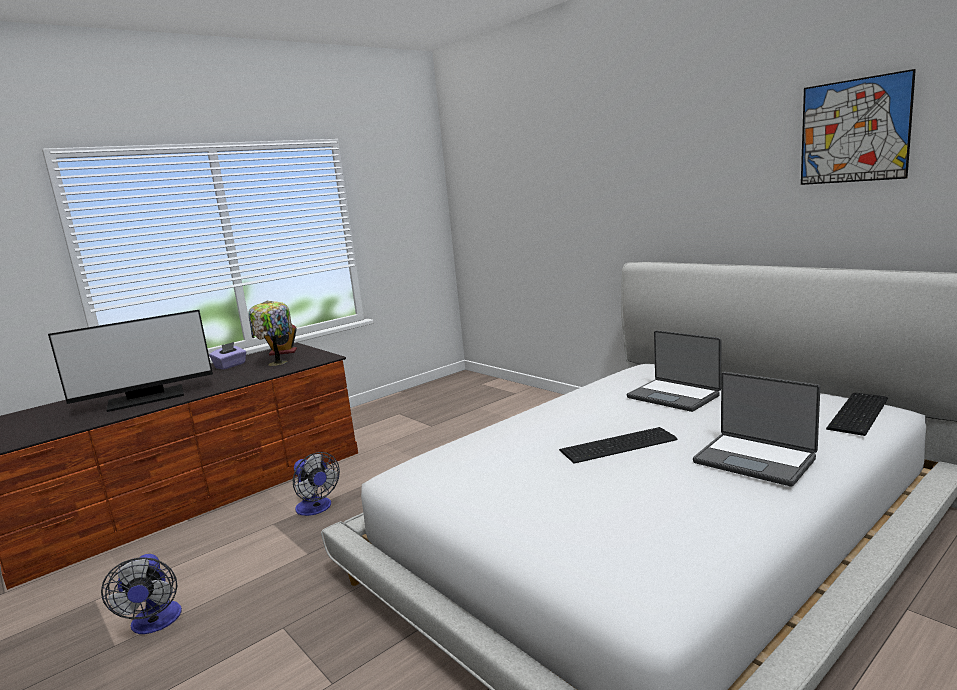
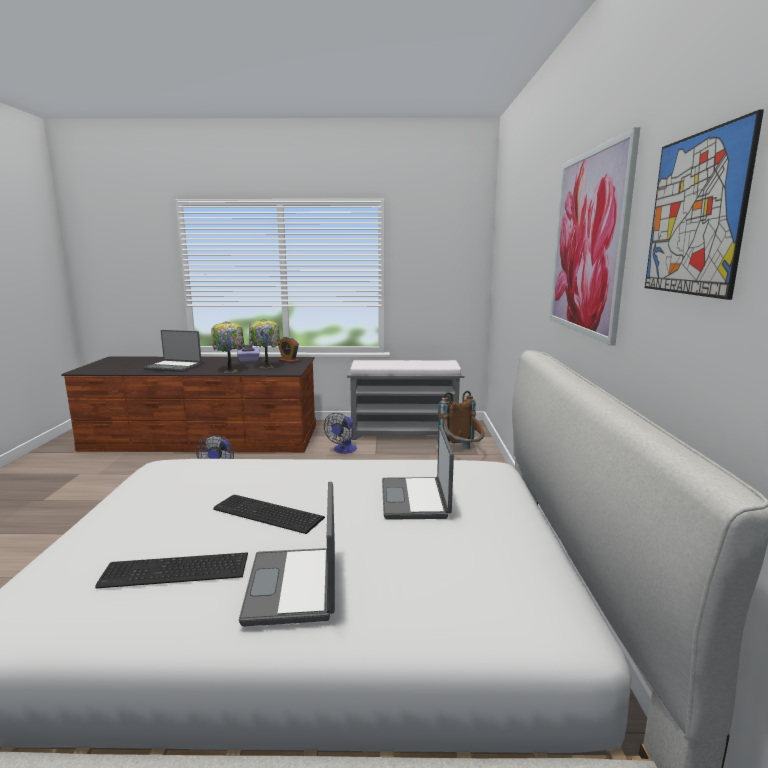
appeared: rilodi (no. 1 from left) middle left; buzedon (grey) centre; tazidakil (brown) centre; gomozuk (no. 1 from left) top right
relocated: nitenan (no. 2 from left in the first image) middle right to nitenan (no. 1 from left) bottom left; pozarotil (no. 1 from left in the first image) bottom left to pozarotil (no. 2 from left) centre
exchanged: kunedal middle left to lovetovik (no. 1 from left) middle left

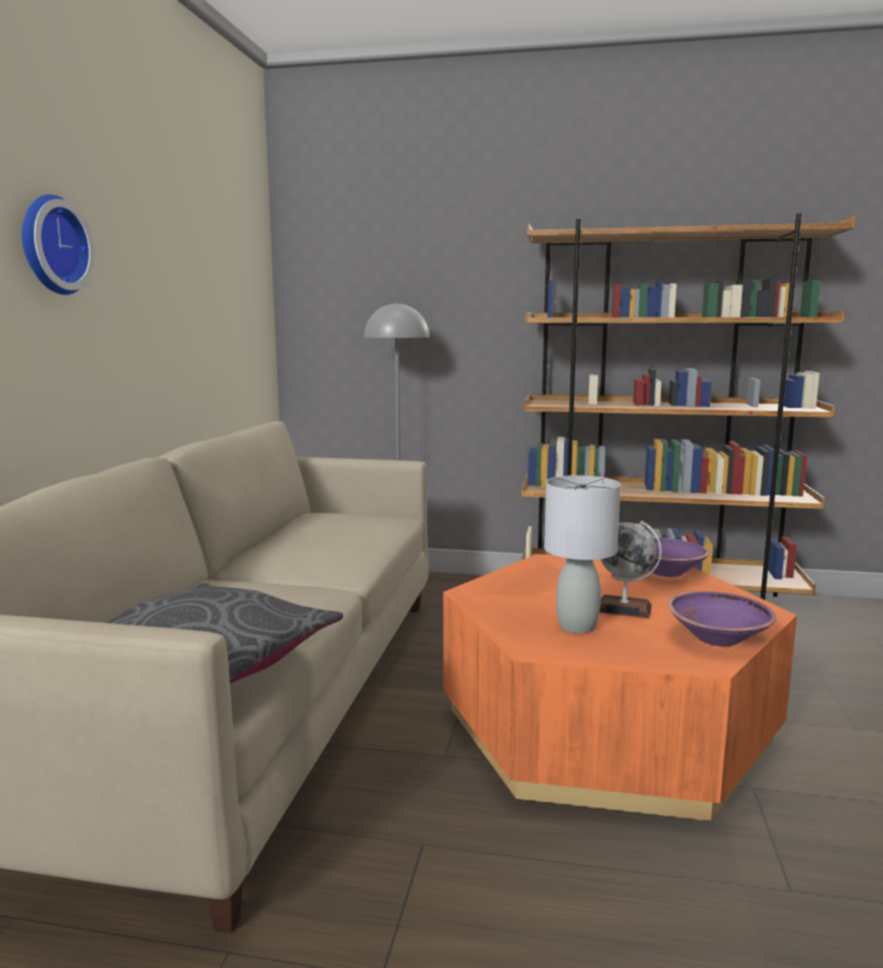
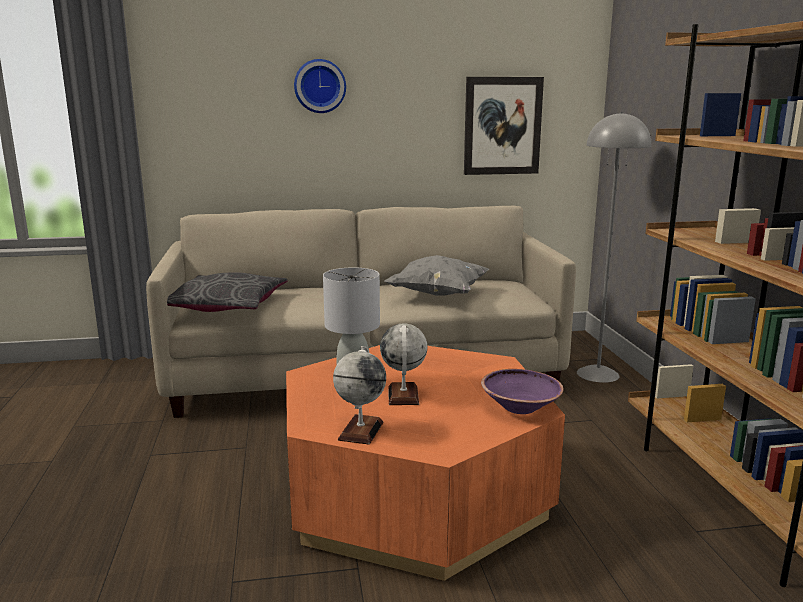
appeared: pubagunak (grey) (no. 2 from left) centre; gomozuk top centre
exchanged: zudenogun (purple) (no. 2 from left) middle right to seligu (no. 1 from left) centre

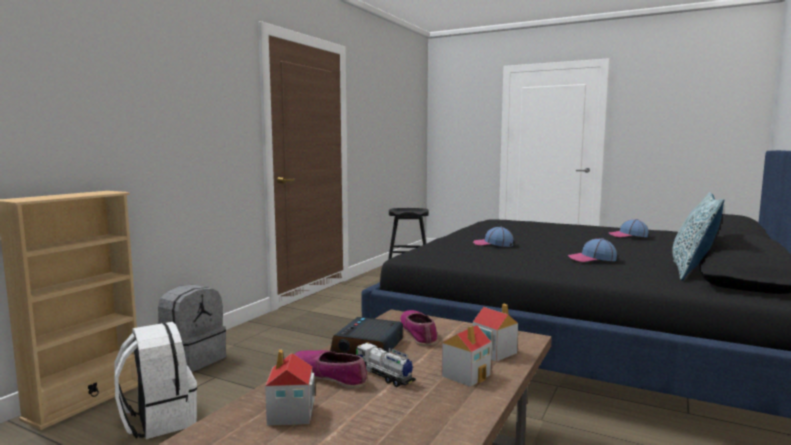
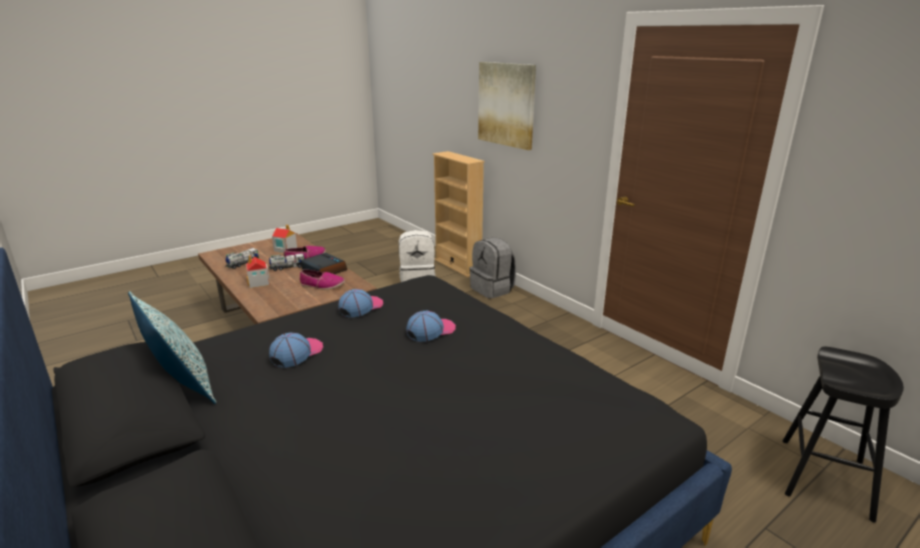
missing: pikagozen (no. 3 from left) bottom centre
appeared: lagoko (no. 1 from left) middle left; gomozuk top centre
relocated: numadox (no. 3 from left in the first image) middle right to numadox (no. 2 from left) centre

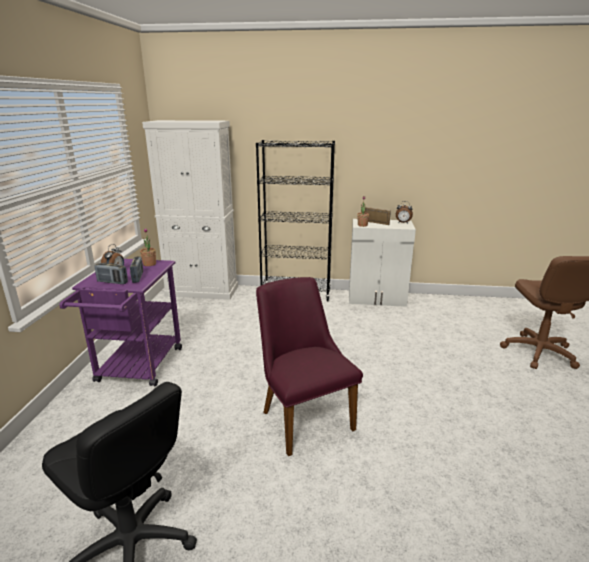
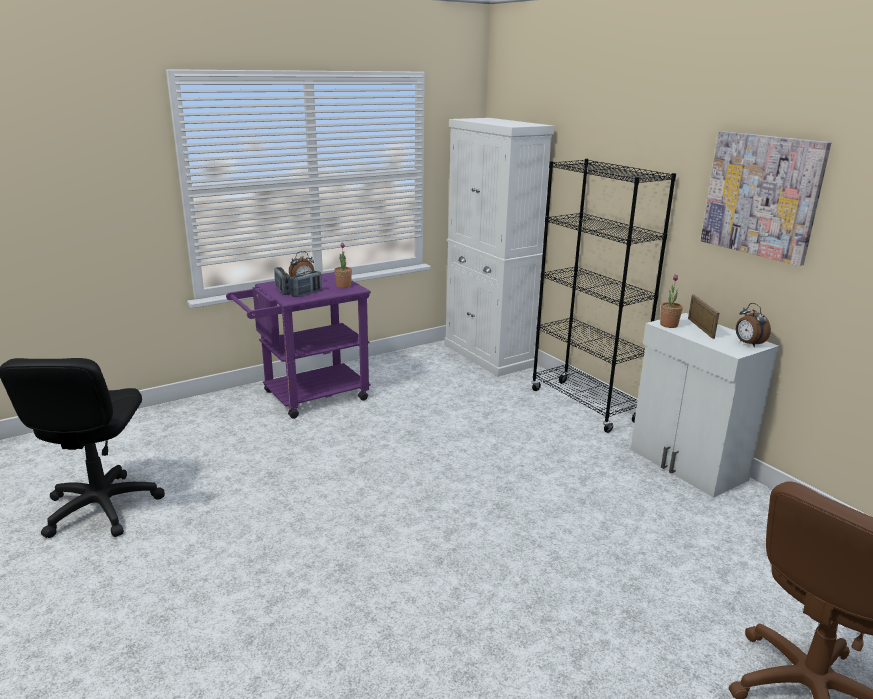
missing: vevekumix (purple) centre
appeared: gomozuk top right

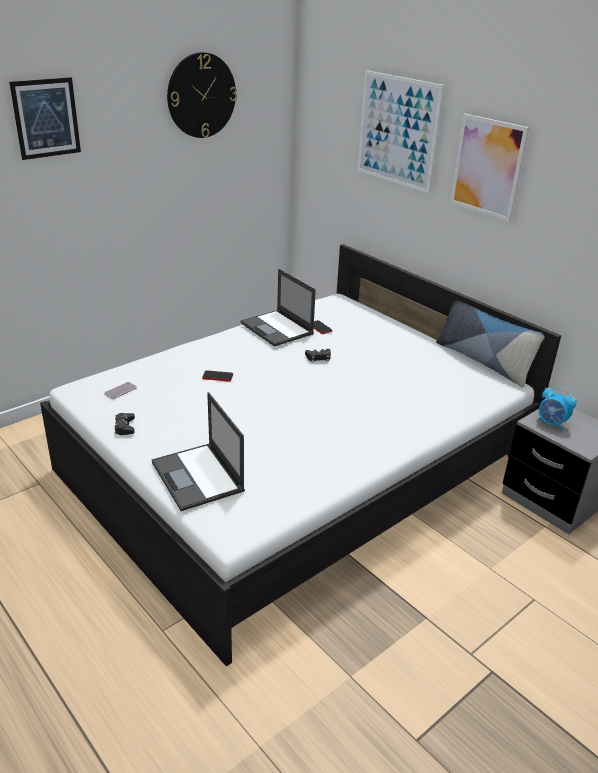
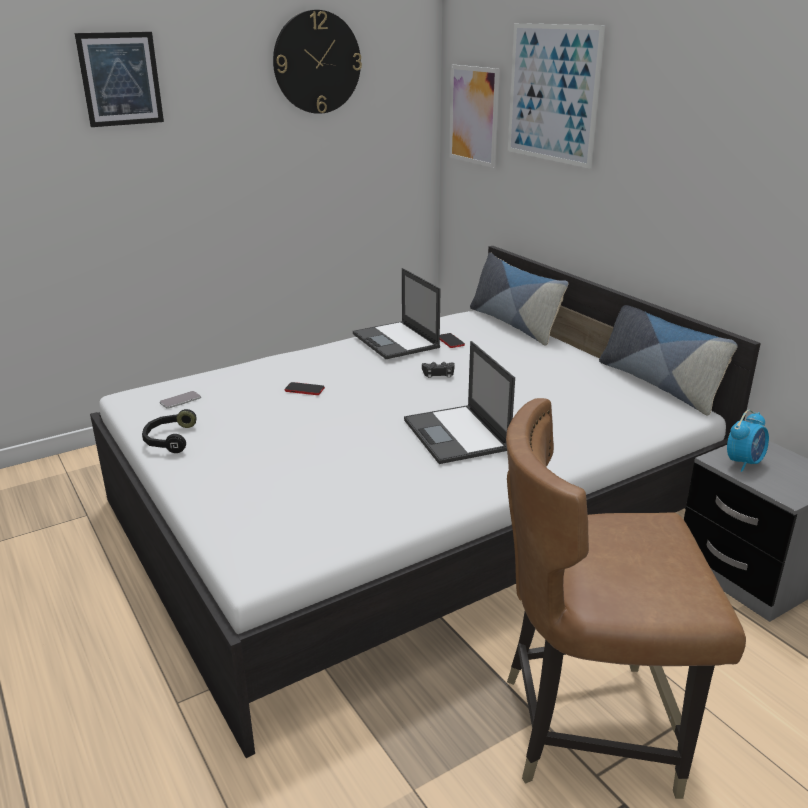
appeared: pubagunak (no. 1 from left) centre; vevekumix (brown) bottom right
relocated: lovetovik (no. 1 from left in the first image) middle left to lovetovik (no. 2 from left) centre; gomozuk (no. 3 from left in the first image) top right to gomozuk (no. 2 from left) top centre
exchanged: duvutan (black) (no. 1 from left) middle left to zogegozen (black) middle left
spun: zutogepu middle right = middle right 90 degrees counterclockwise

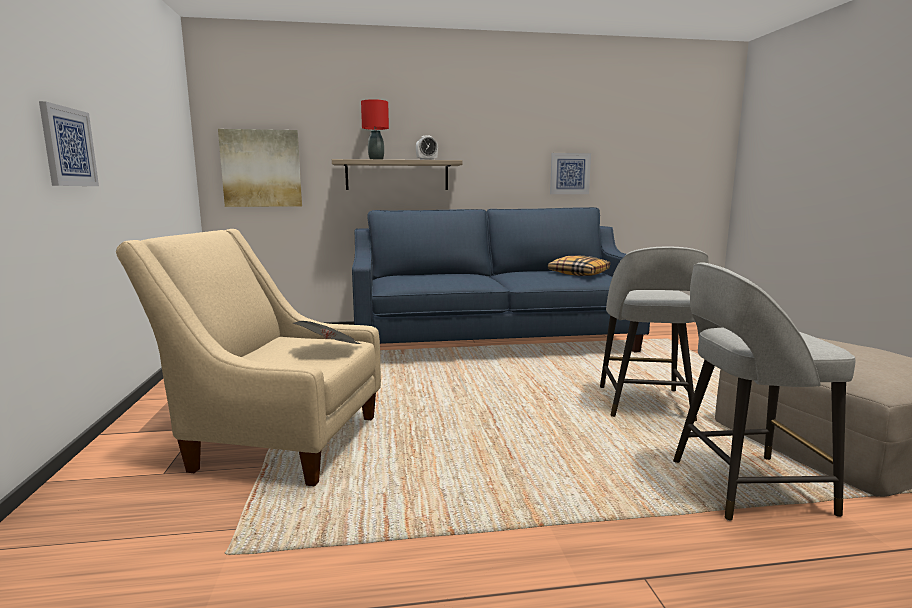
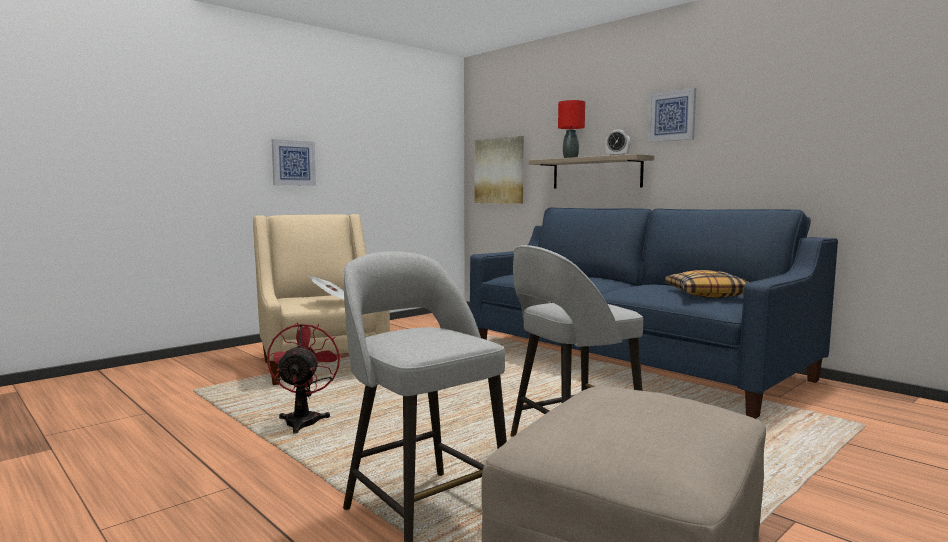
appeared: pozarotil (red) bottom left
relocated: gomozuk (no. 3 from left) top centre to top right

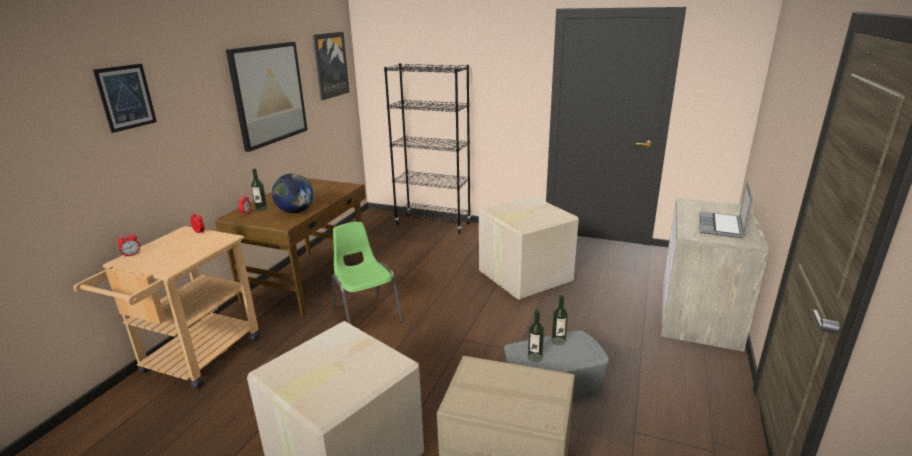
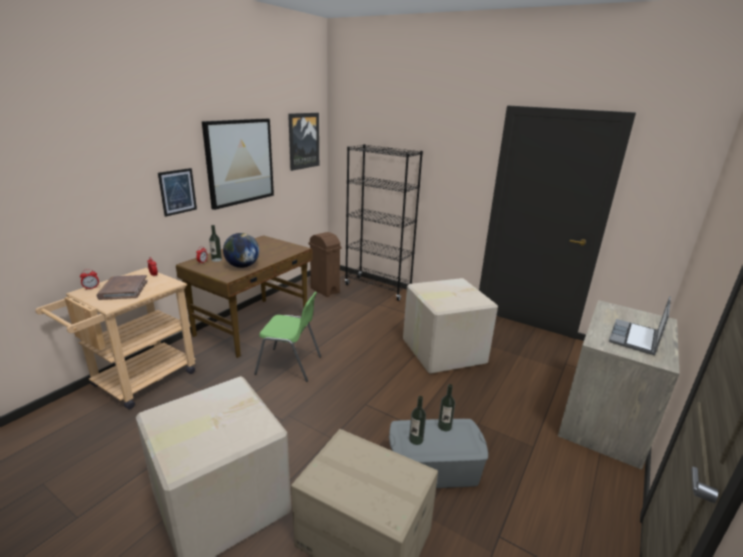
appeared: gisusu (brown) middle left; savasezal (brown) centre
relocated: gomozuk (no. 1 from left) top left to middle left
spun: vevekumix (green) centre = centre 120 degrees clockwise

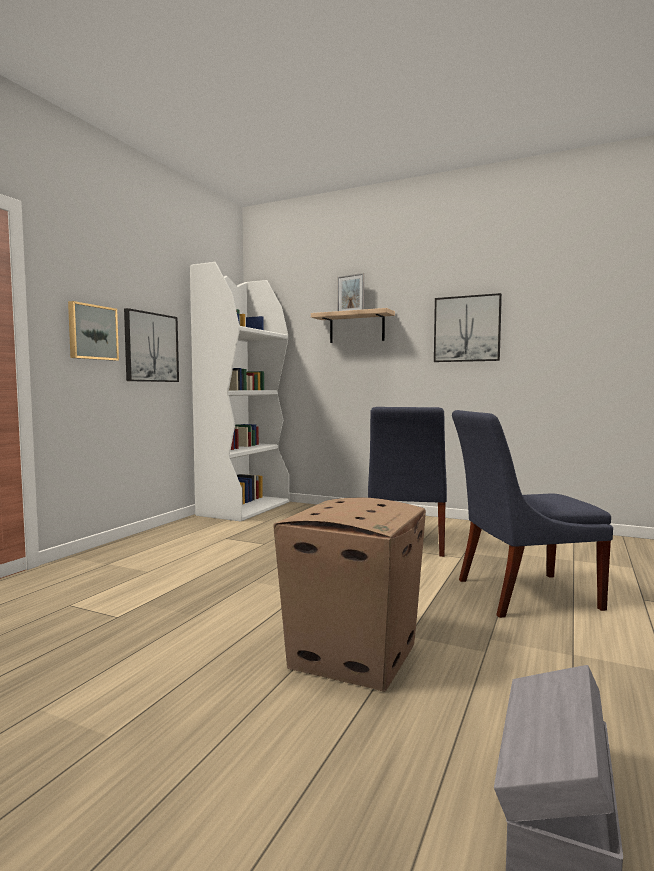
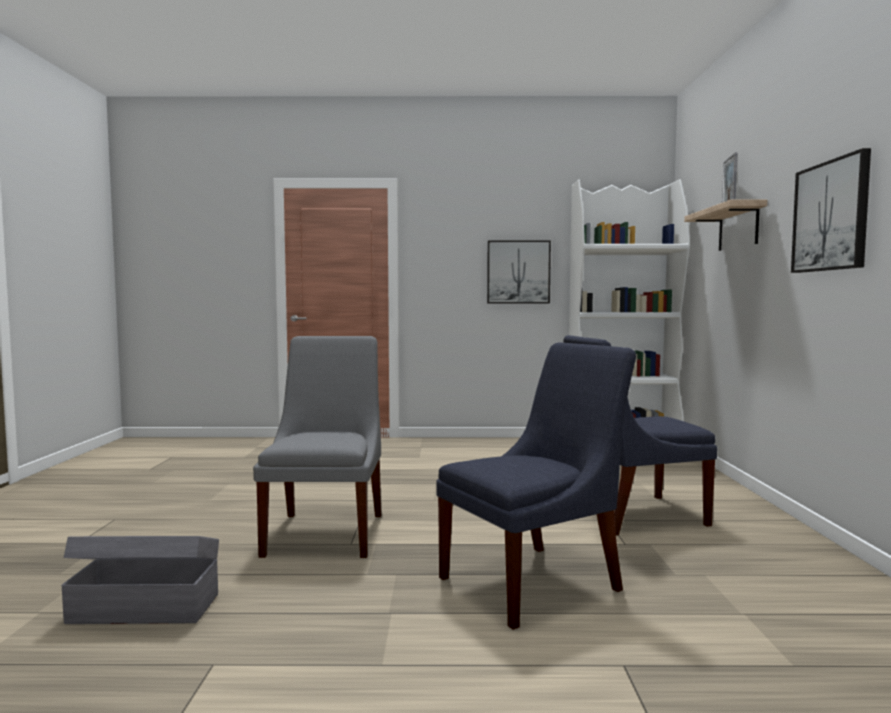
missing: gomozuk (no. 1 from left) middle left
exchanged: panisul bottom centre to vevekumix (grey) centre
spun: vevekumix (blue) (no. 2 from left in the first image) middle right = bottom centre 90 degrees clockwise

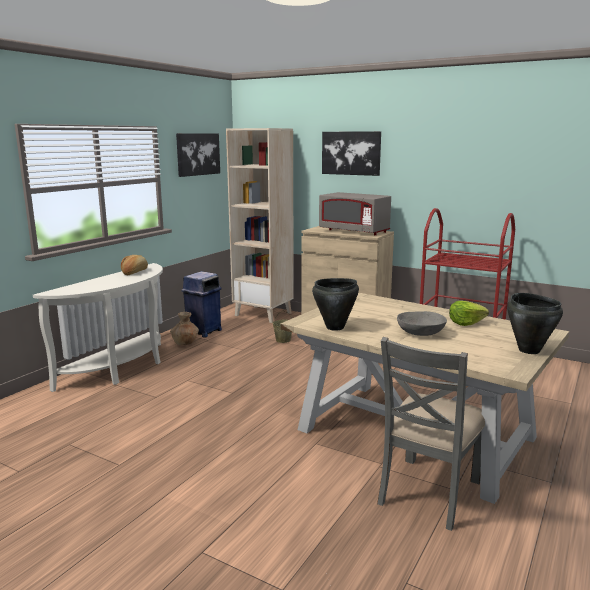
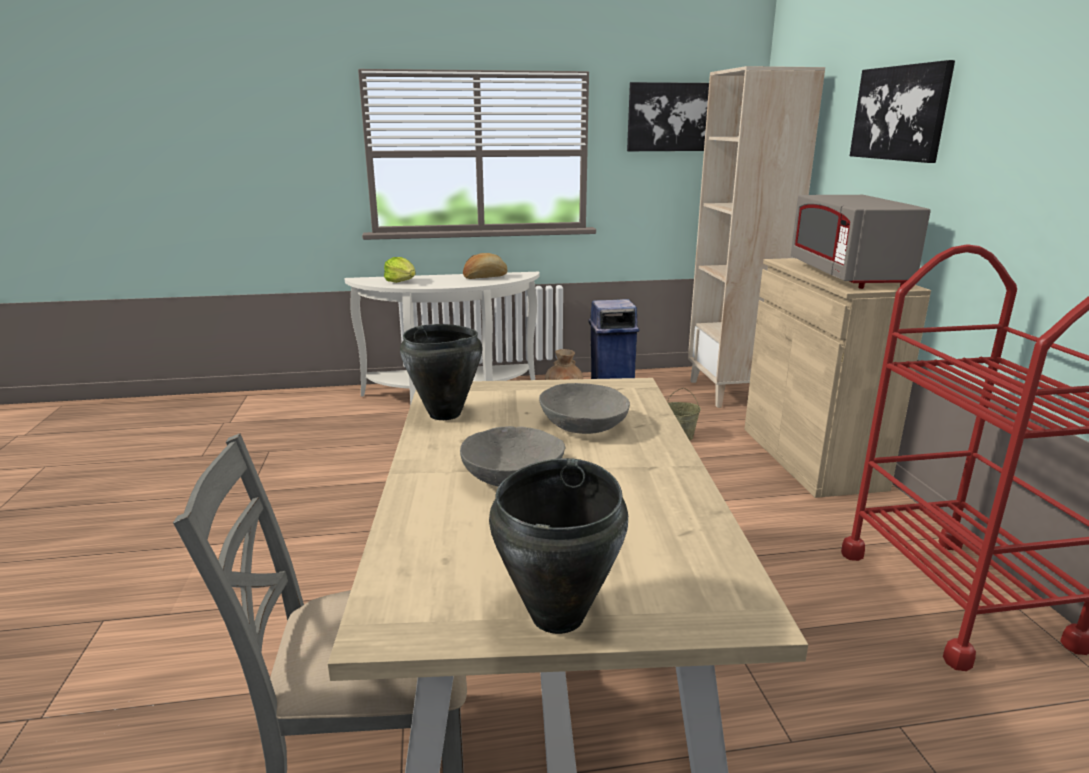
appeared: zudenogun (grey) (no. 2 from left) centre
relocated: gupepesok middle right to centre

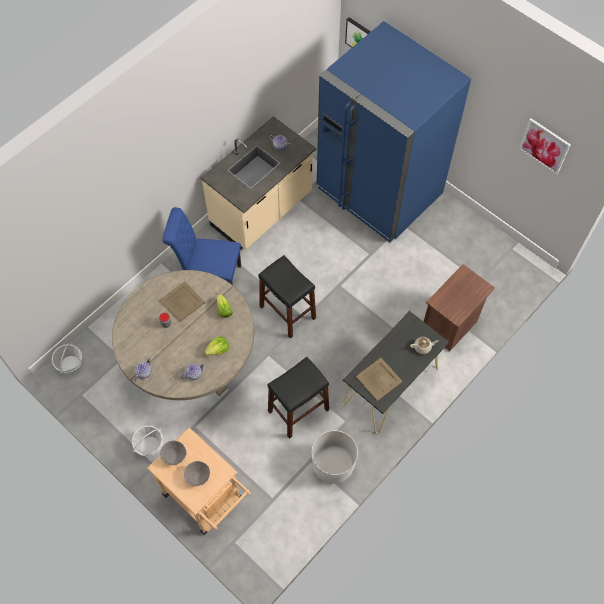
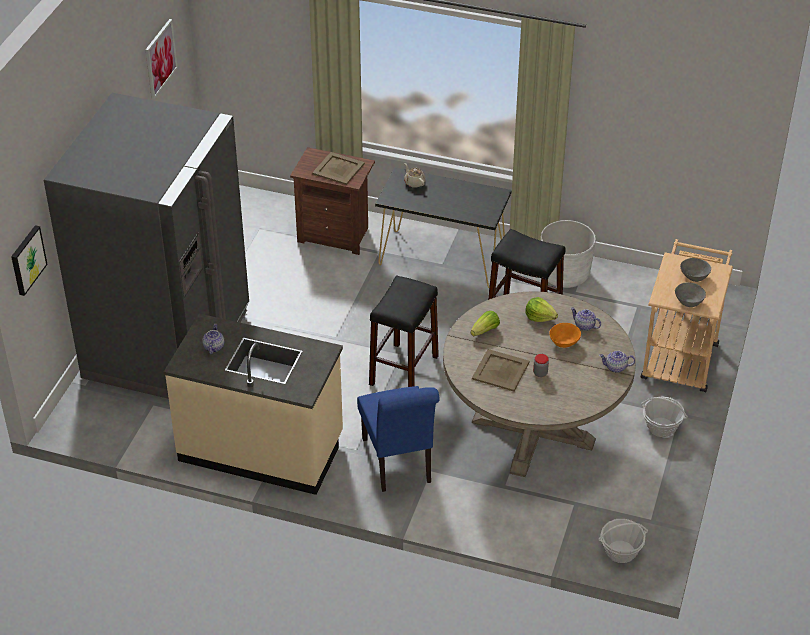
appeared: zudenogun (orange) middle right
relocated: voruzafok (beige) (no. 2 from left in the first image) centre to voruzafok (beige) (no. 1 from left) top centre
colour: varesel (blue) top centre to varesel (grey) middle left

